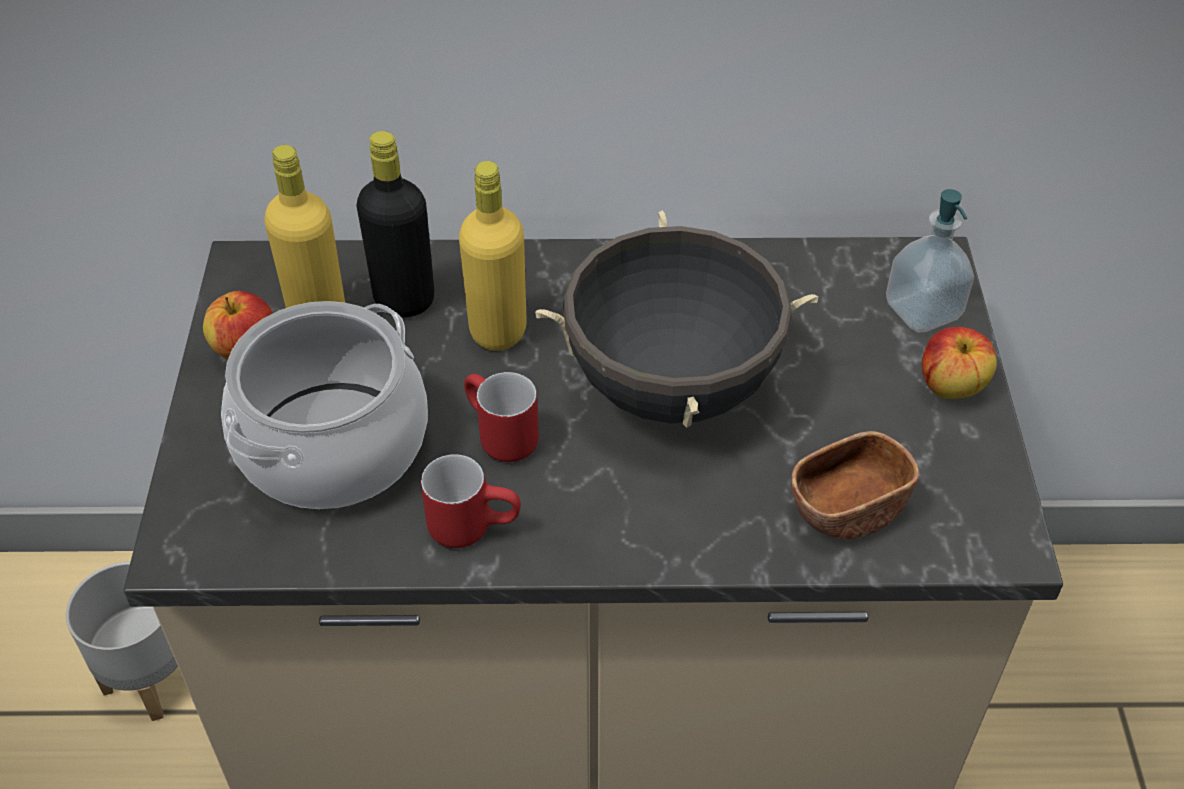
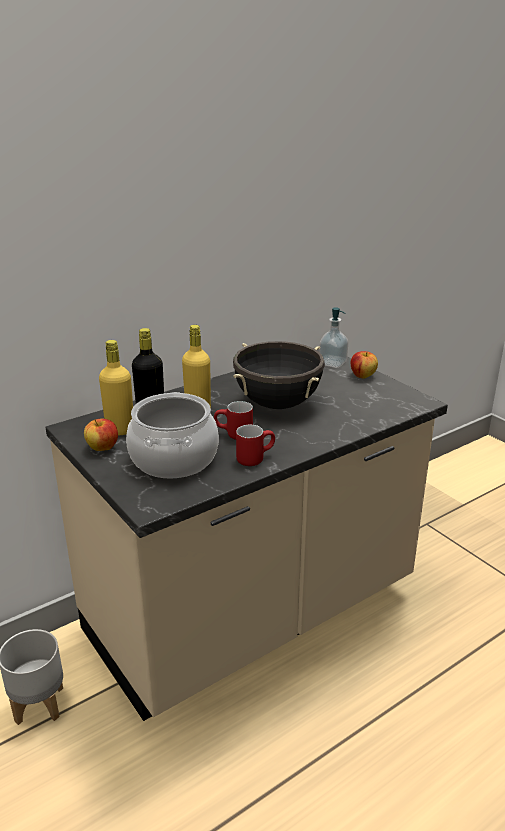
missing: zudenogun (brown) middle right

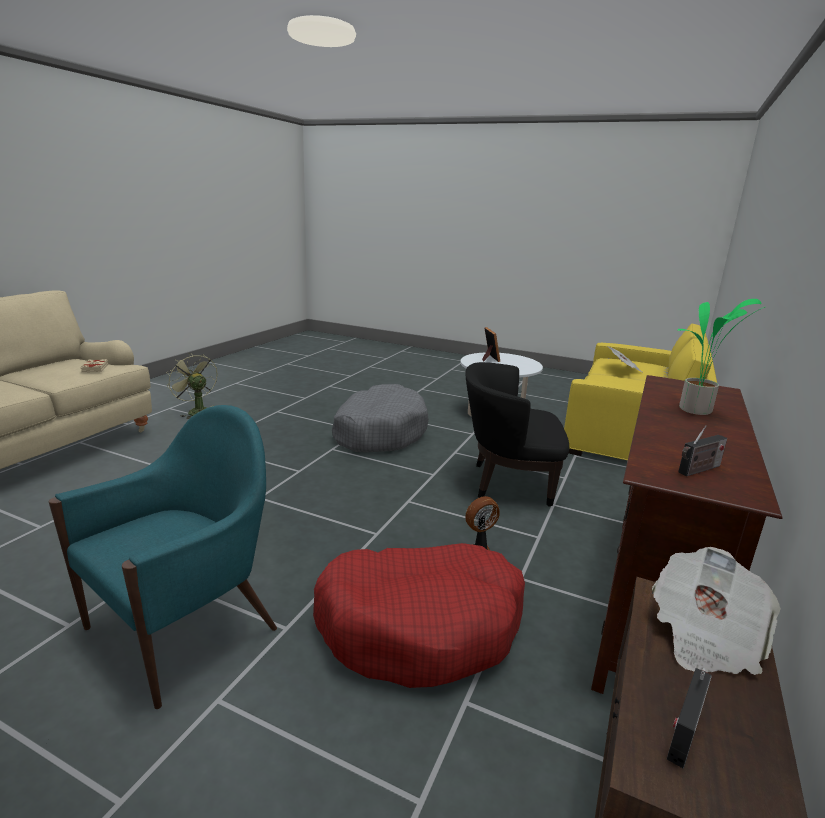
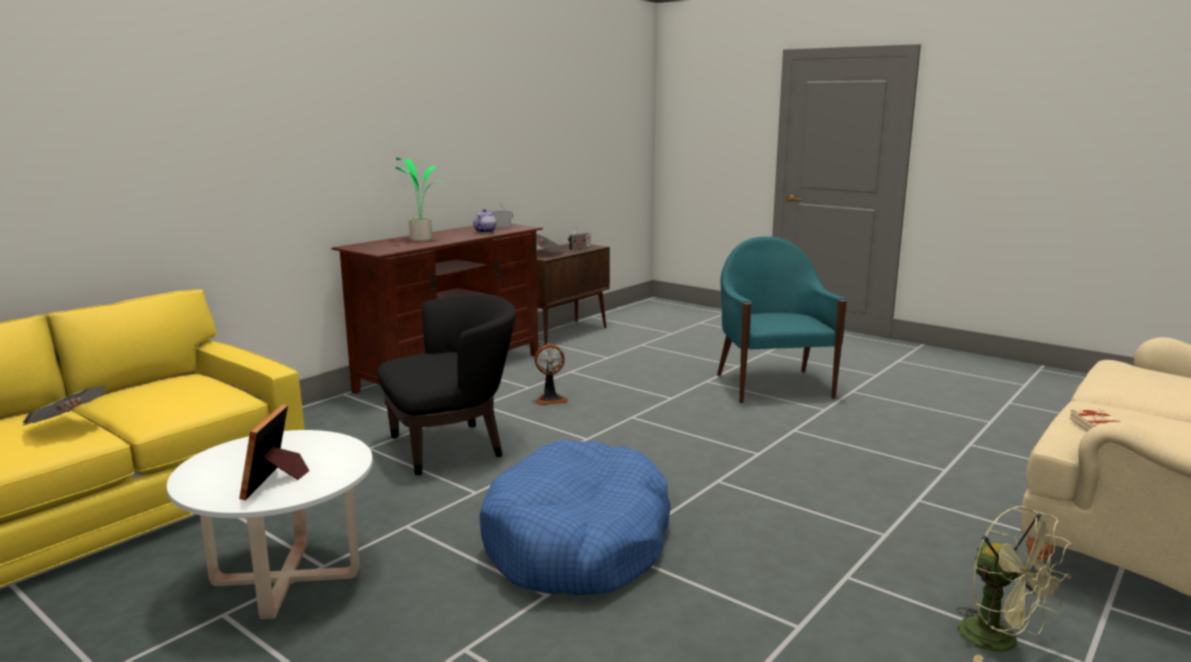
missing: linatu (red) bottom centre
appeared: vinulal centre
colour: linatu (grey) centre to linatu (blue) bottom centre
spun: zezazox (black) centre = centre 45 degrees counterclockwise; zezazox (turquoise) bottom left = centre 120 degrees clockwise

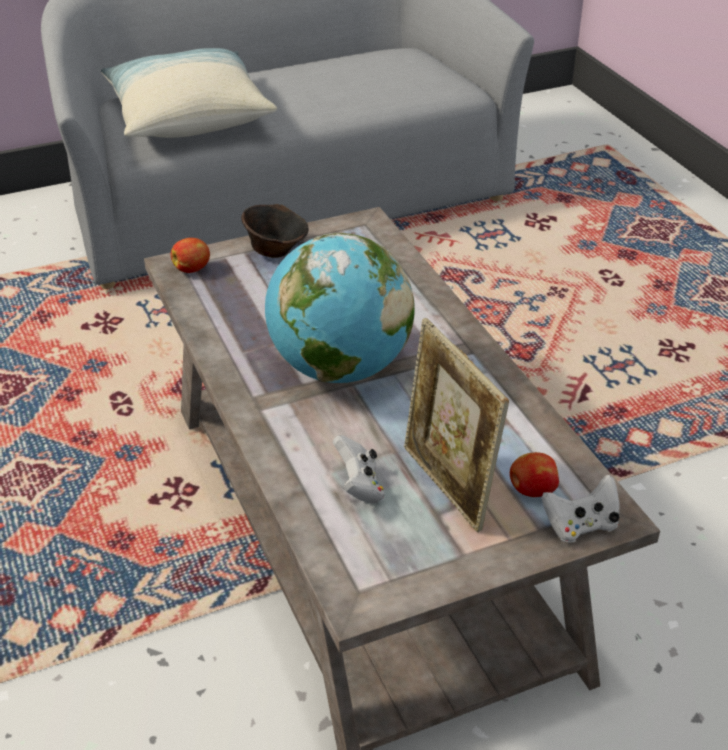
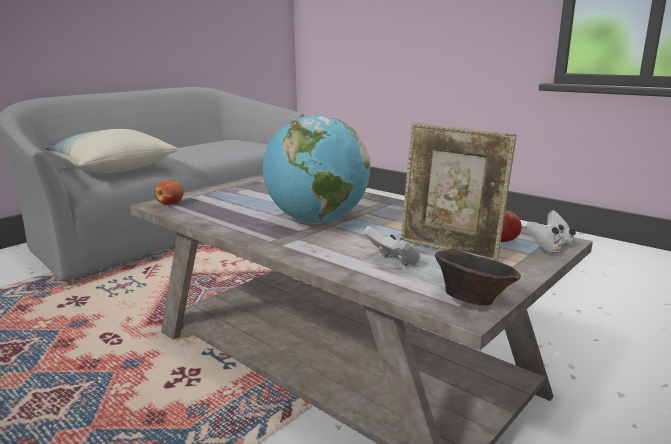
relocated: zudenogun (brown) top centre to middle right

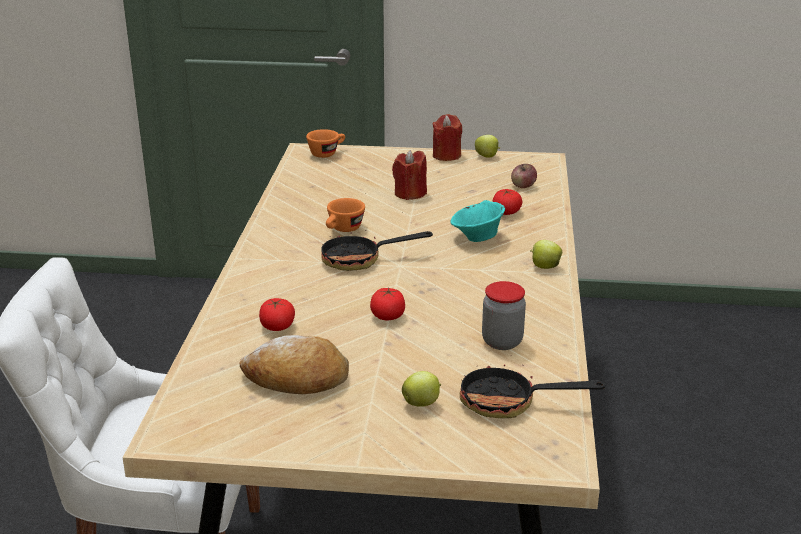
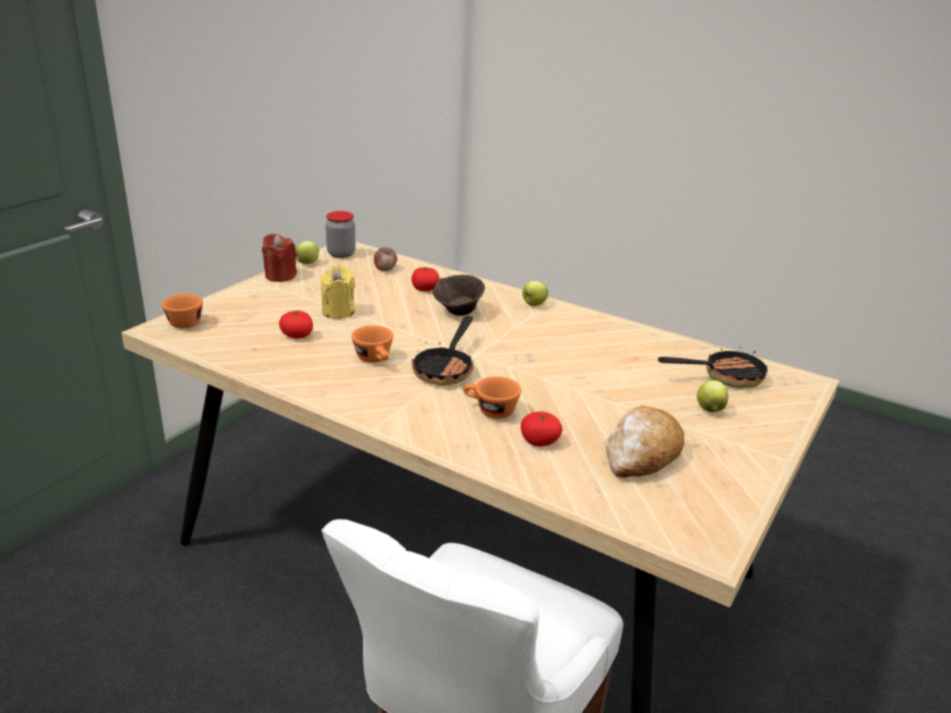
appeared: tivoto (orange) (no. 3 from left) centre
relocated: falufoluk (no. 2 from left in the first image) centre to falufoluk (no. 1 from left) middle left; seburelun centre to top centre
colour: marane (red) (no. 1 from left) top centre to marane (yellow) centre; zudenogun (turquoise) centre to zudenogun (brown) centre
spun: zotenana (no. 2 from left) bottom centre = middle right 135 degrees counterclockwise

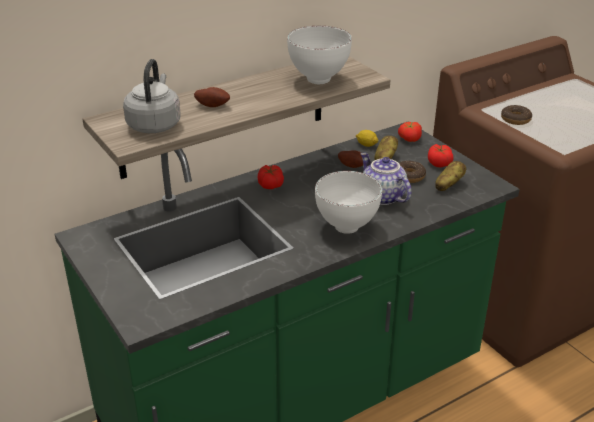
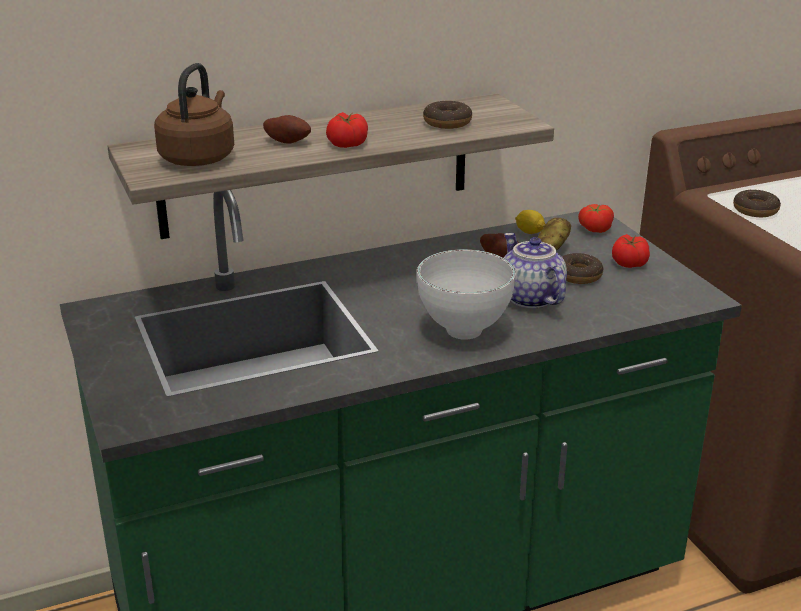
missing: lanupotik (no. 4 from left) middle right
relocated: falufoluk (no. 1 from left) centre to top centre
exchanged: zudenogun (white) (no. 1 from left) top centre to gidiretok (no. 1 from left) top centre
colour: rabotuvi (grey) top left to rabotuvi (brown) top left

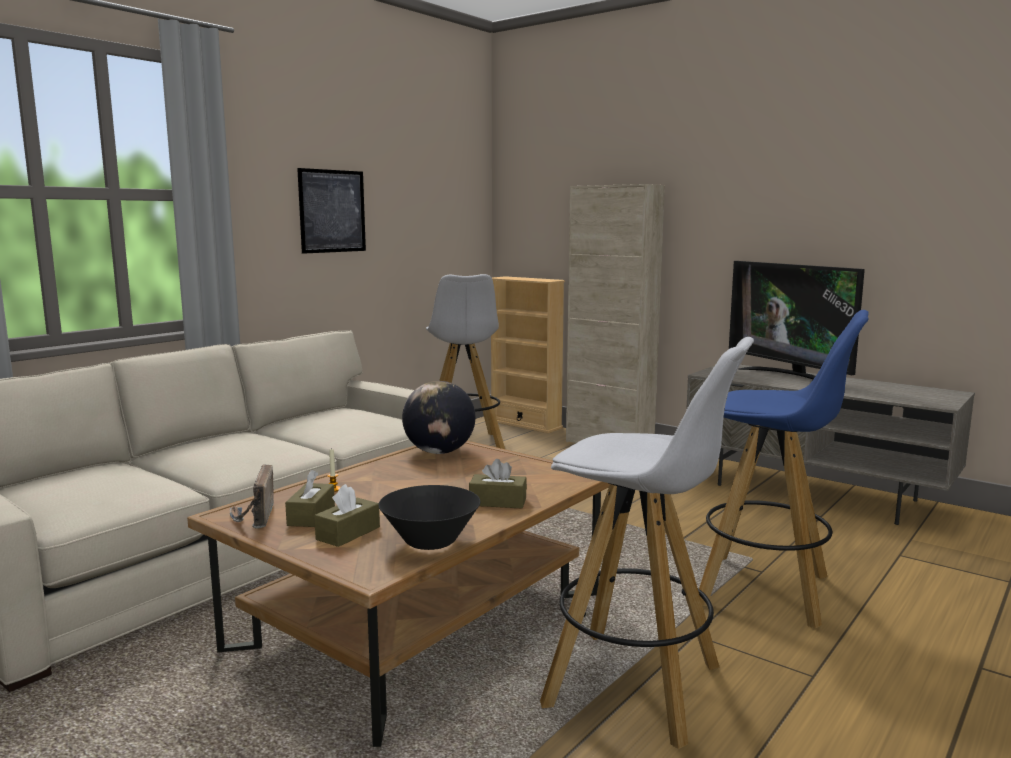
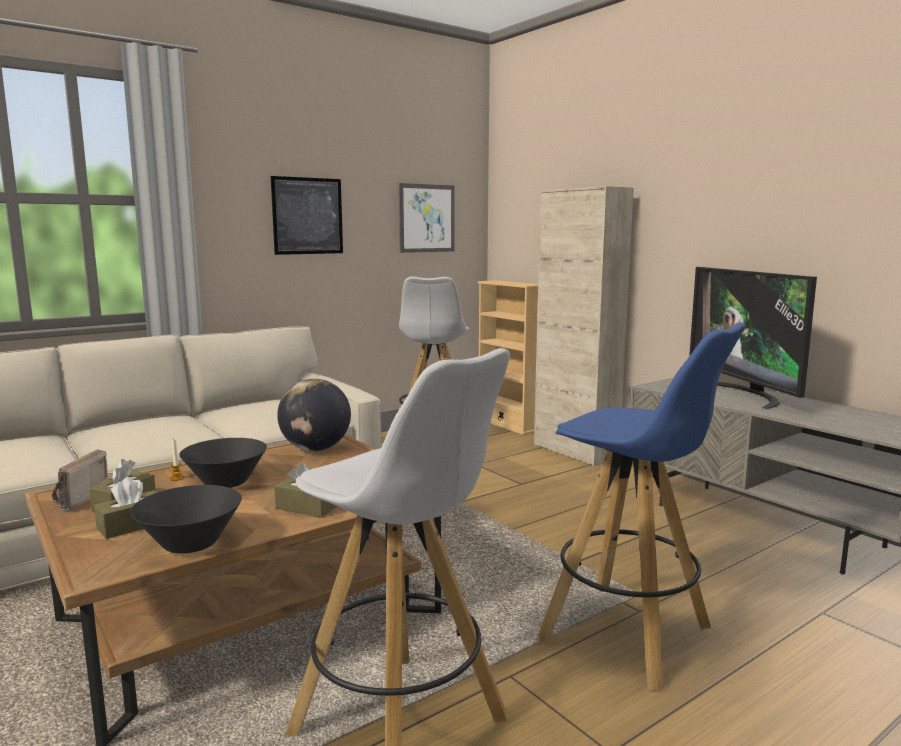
appeared: zudenogun (black) (no. 2 from left) middle left; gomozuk (no. 2 from left) top centre

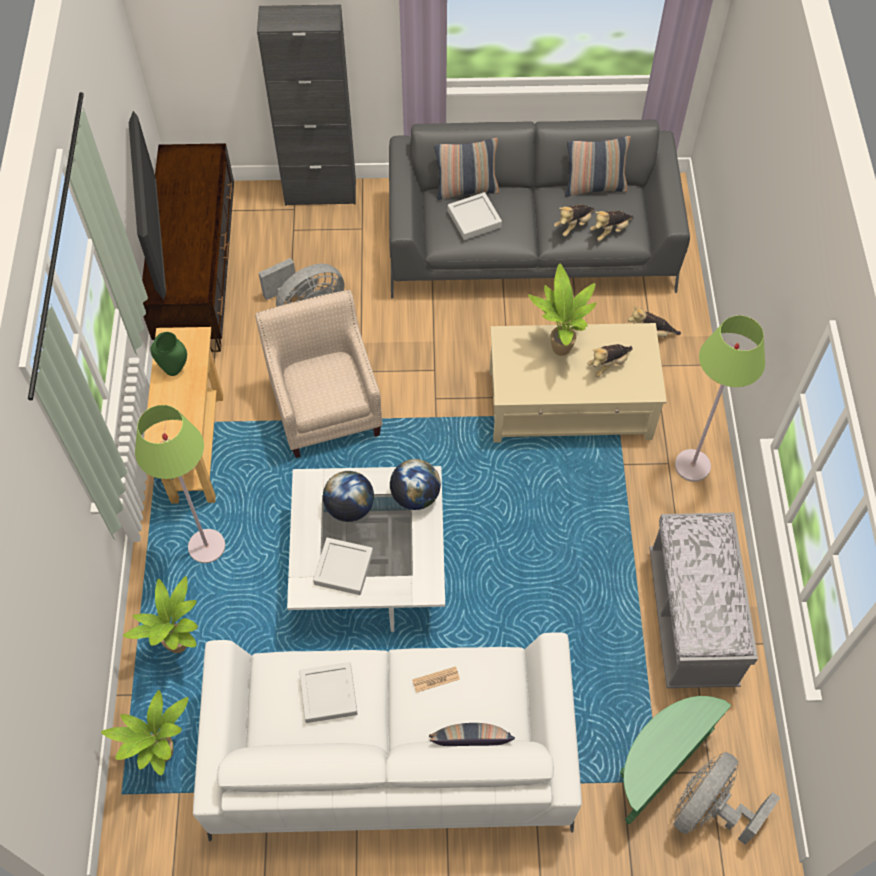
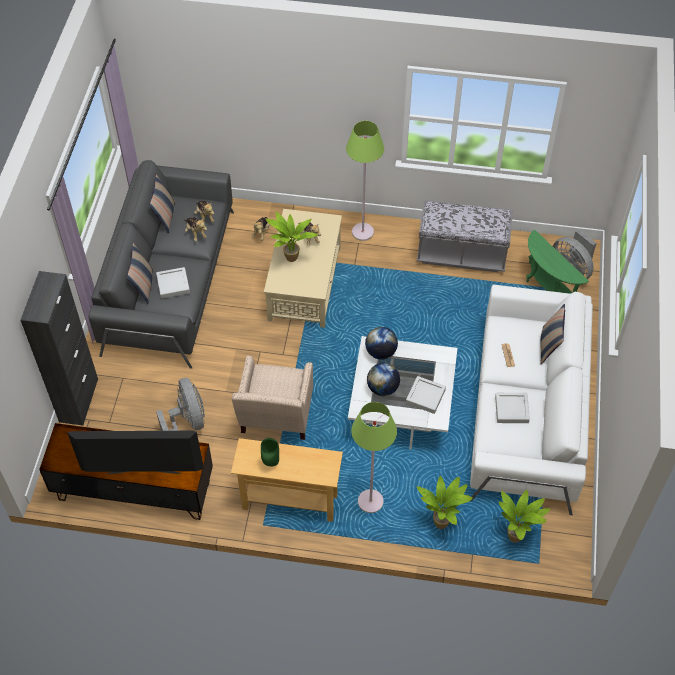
spun: zezazox (beige) centre = centre 75 degrees counterclockwise

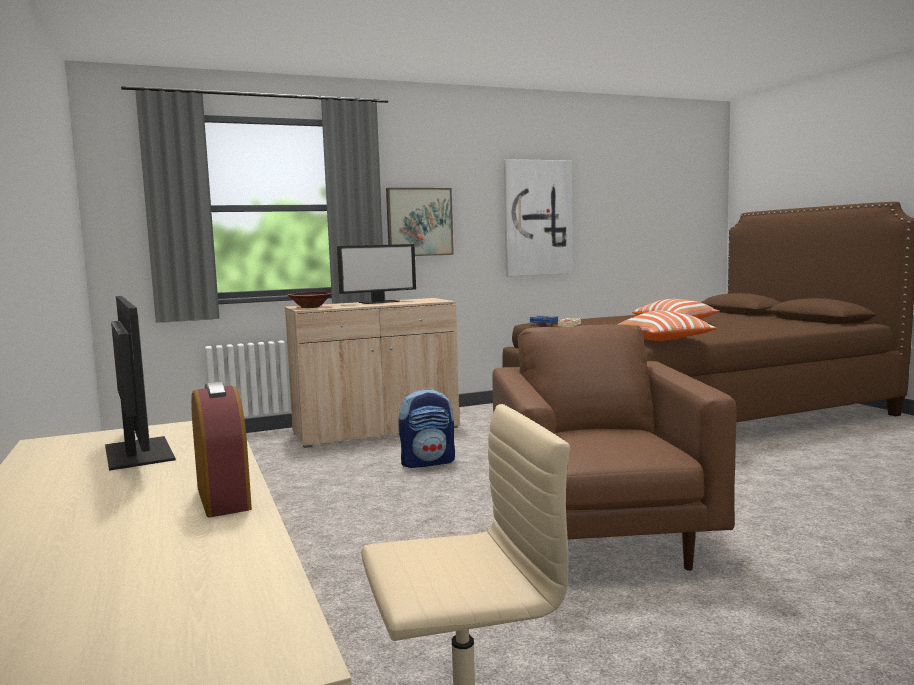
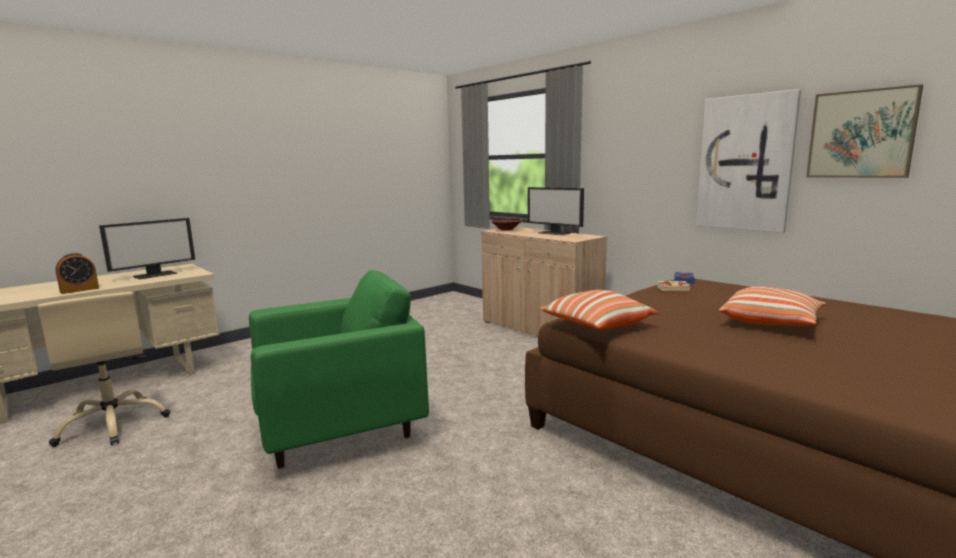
missing: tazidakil centre
relocated: gomozuk (no. 1 from left in the first image) top centre to gomozuk (no. 2 from left) top right
colour: zezazox (brown) middle right to zezazox (green) centre

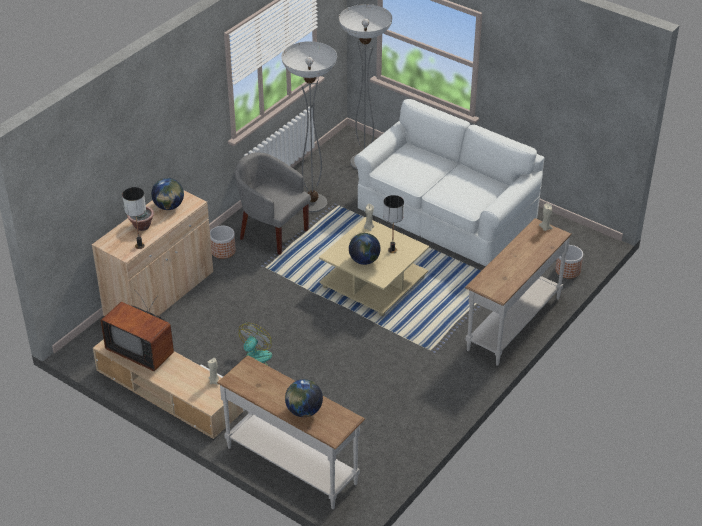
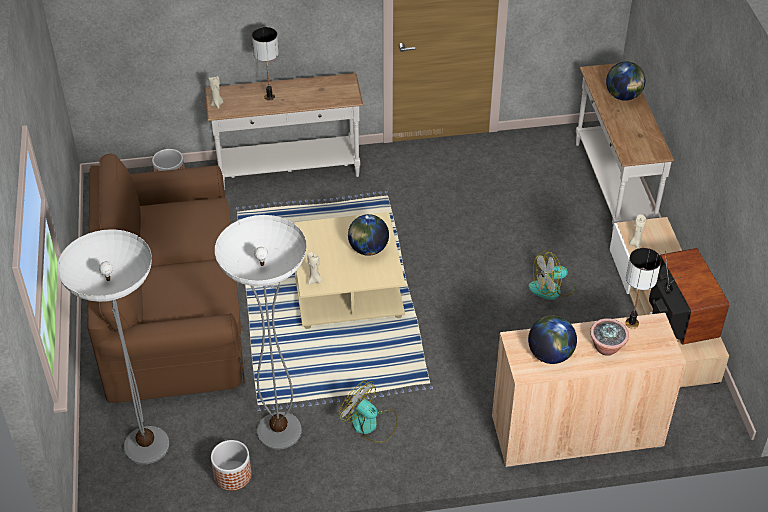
relocated: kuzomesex (no. 1 from left in the first image) middle left to kuzomesex (no. 2 from left) bottom left; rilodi (no. 2 from left in the first image) centre to rilodi (no. 1 from left) top centre
exchanged: zezazox (grey) centre to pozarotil (no. 1 from left) bottom centre
colour: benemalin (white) centre to benemalin (brown) middle left

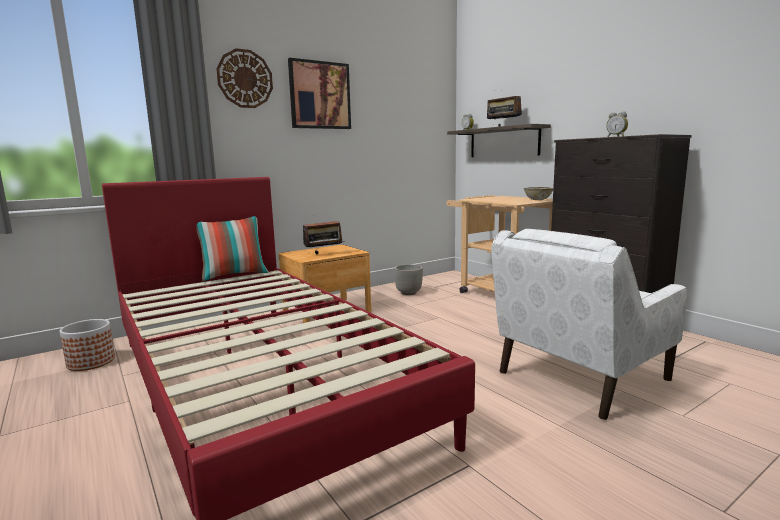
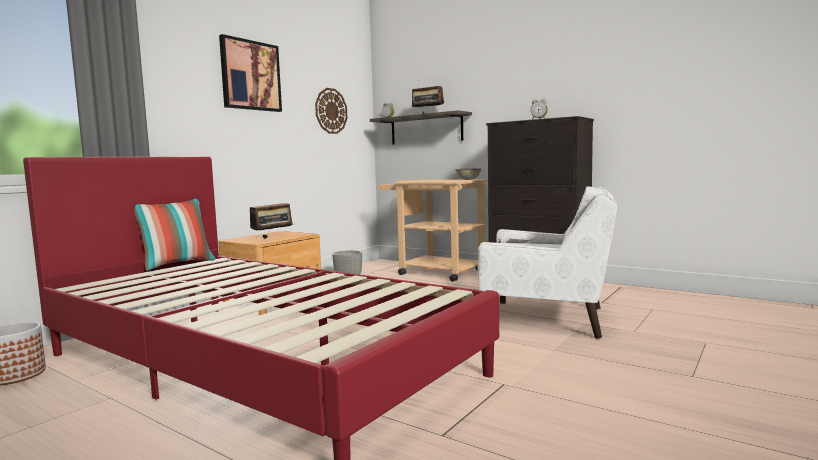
relocated: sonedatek top left to top centre
spun: zezazox (white) middle right = middle right 105 degrees counterclockwise

